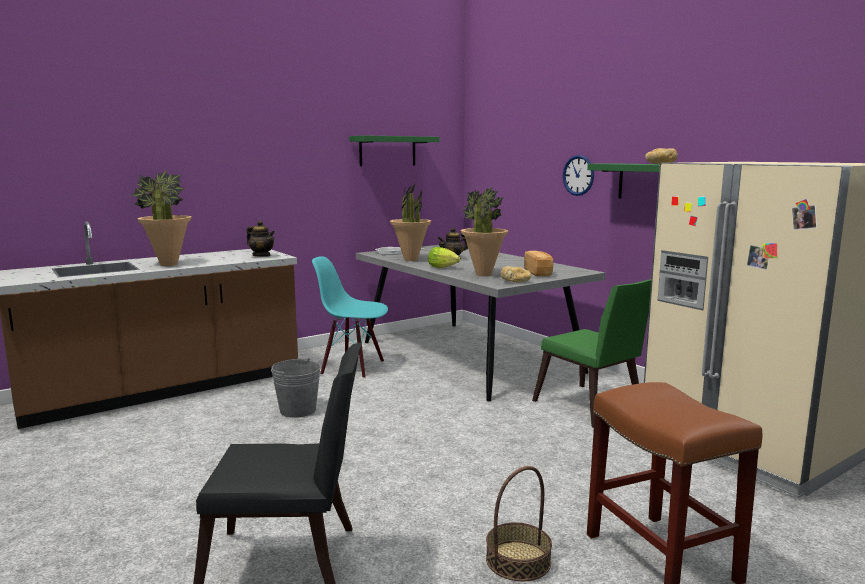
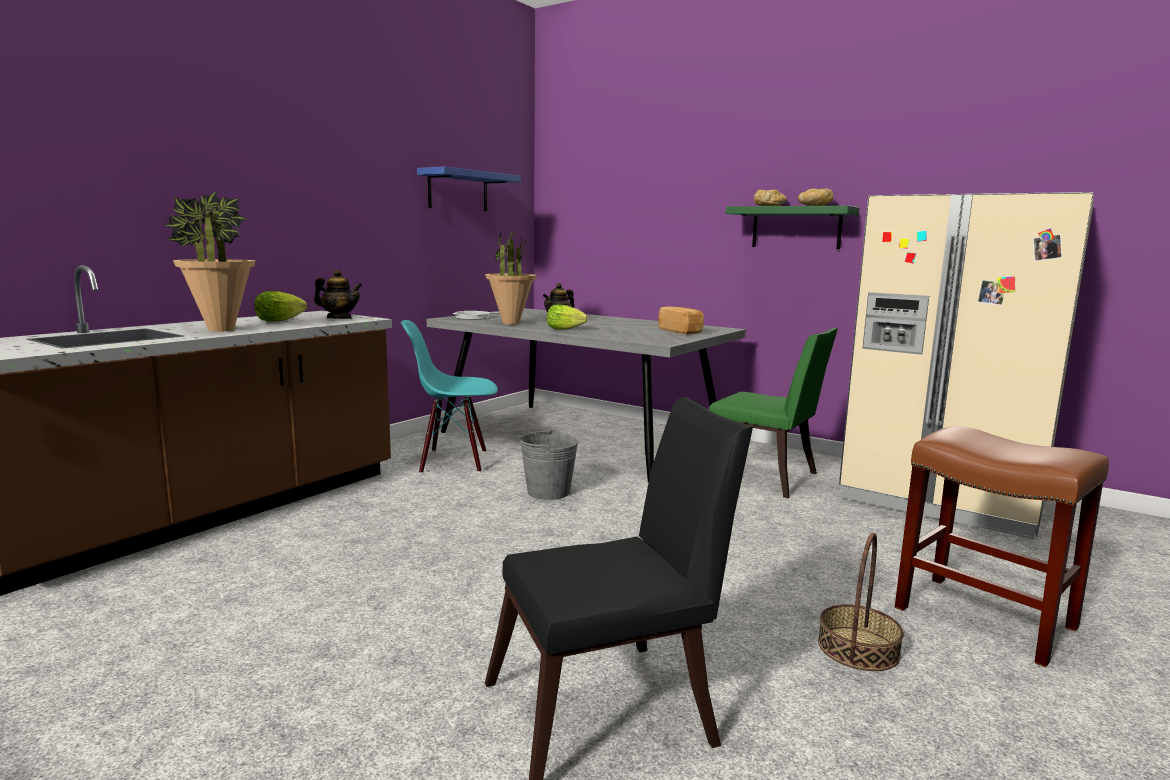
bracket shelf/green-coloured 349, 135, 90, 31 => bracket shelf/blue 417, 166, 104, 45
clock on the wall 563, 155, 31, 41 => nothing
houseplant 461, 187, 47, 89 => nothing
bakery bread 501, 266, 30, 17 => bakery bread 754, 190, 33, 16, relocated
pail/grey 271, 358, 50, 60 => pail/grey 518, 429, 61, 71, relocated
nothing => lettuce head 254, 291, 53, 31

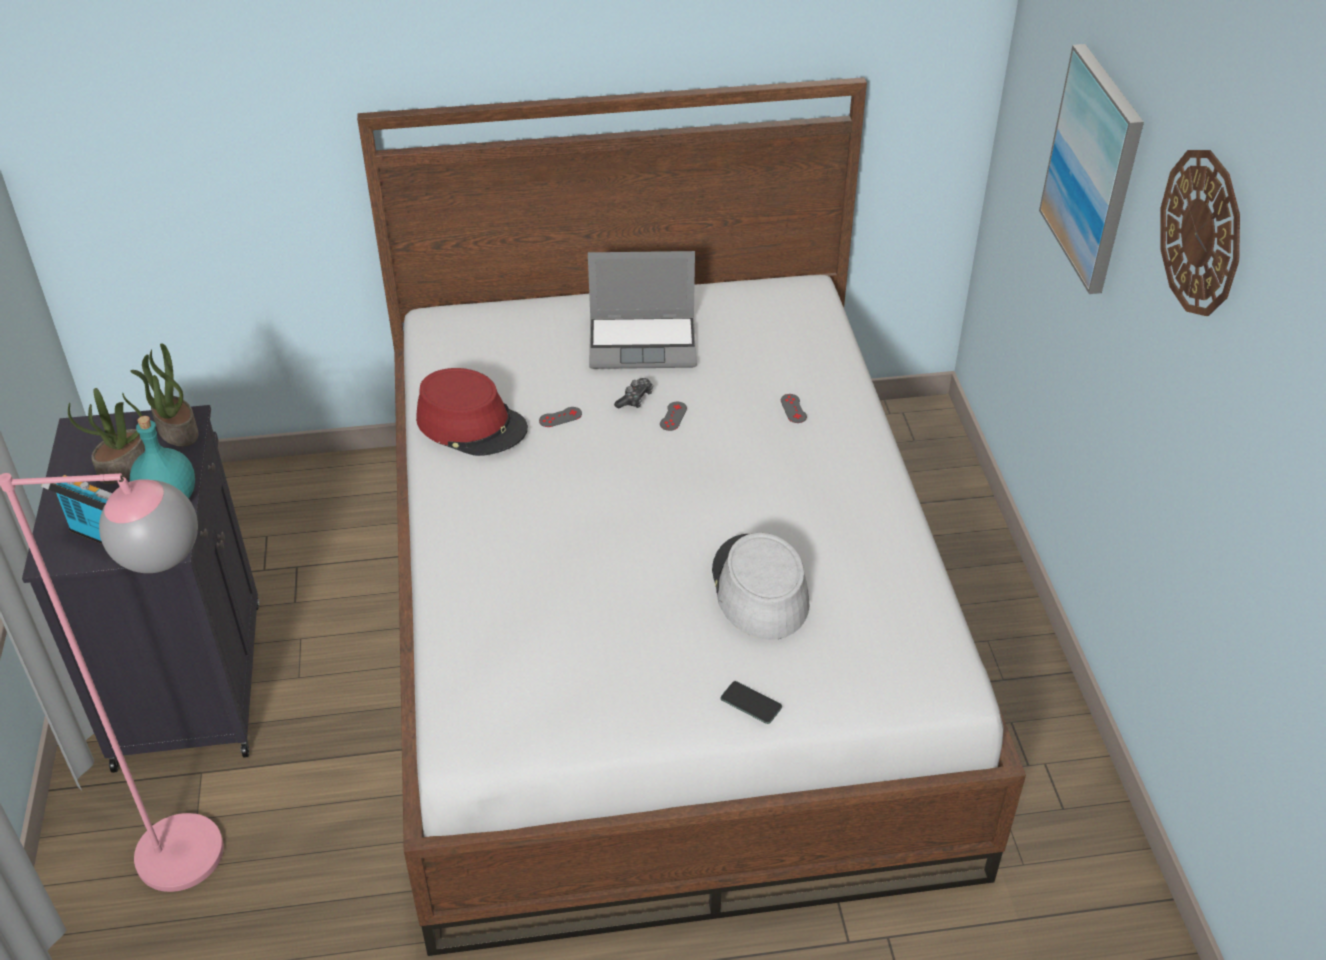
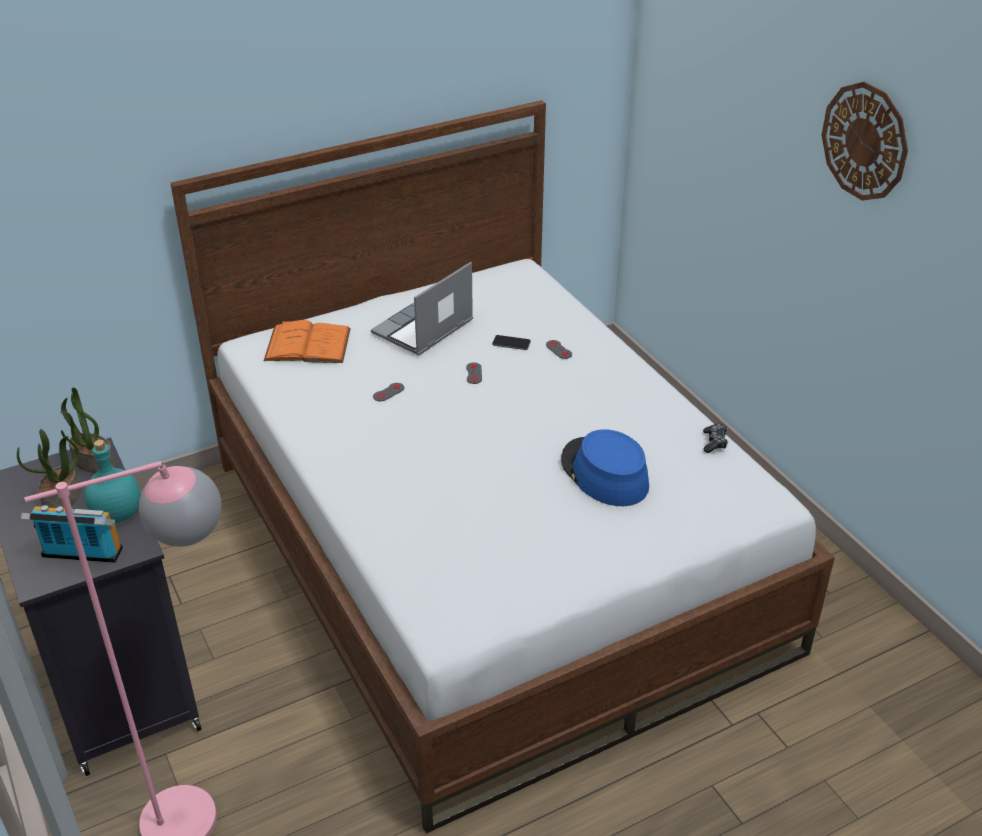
wall picture 1039, 44, 105, 250 => nothing
portable computer 588, 251, 109, 118 => portable computer 371, 262, 102, 93, 150 degrees clockwise
wearable hat/red 416, 368, 112, 88 => nothing
joypad 614, 378, 39, 31 => joypad 703, 423, 25, 30, relocated
wearable hat/grey 712, 533, 98, 107 => wearable hat/blue 561, 429, 88, 77
phone 721, 681, 61, 43 => phone 492, 335, 39, 15, relocated
nothing => book/orange 264, 320, 87, 43

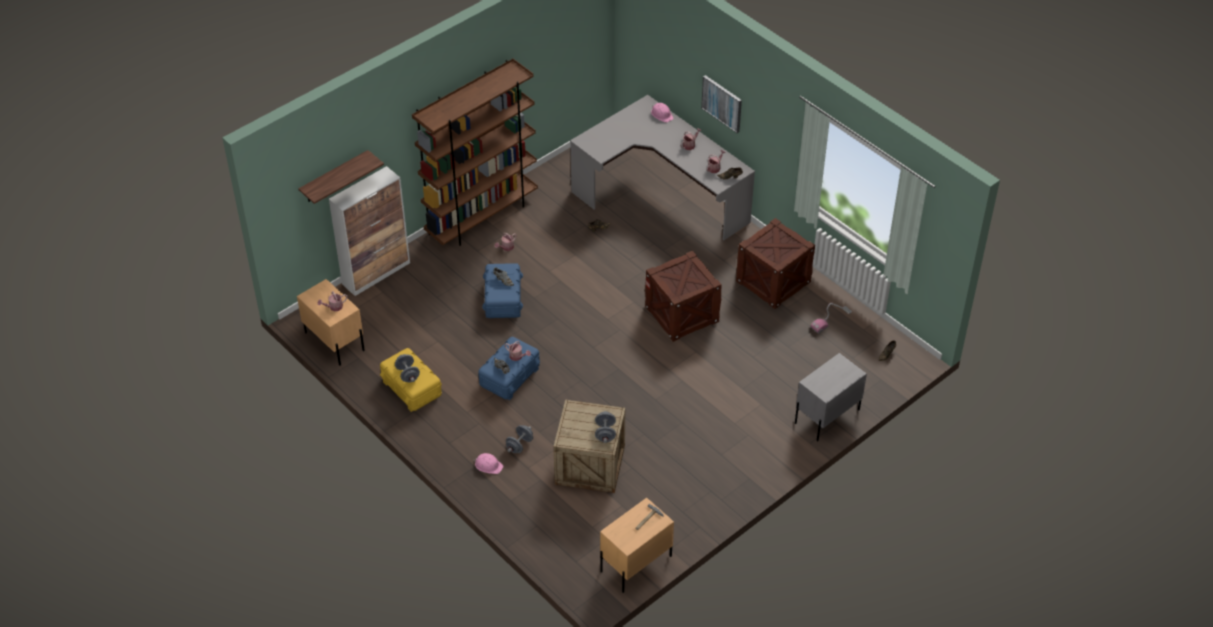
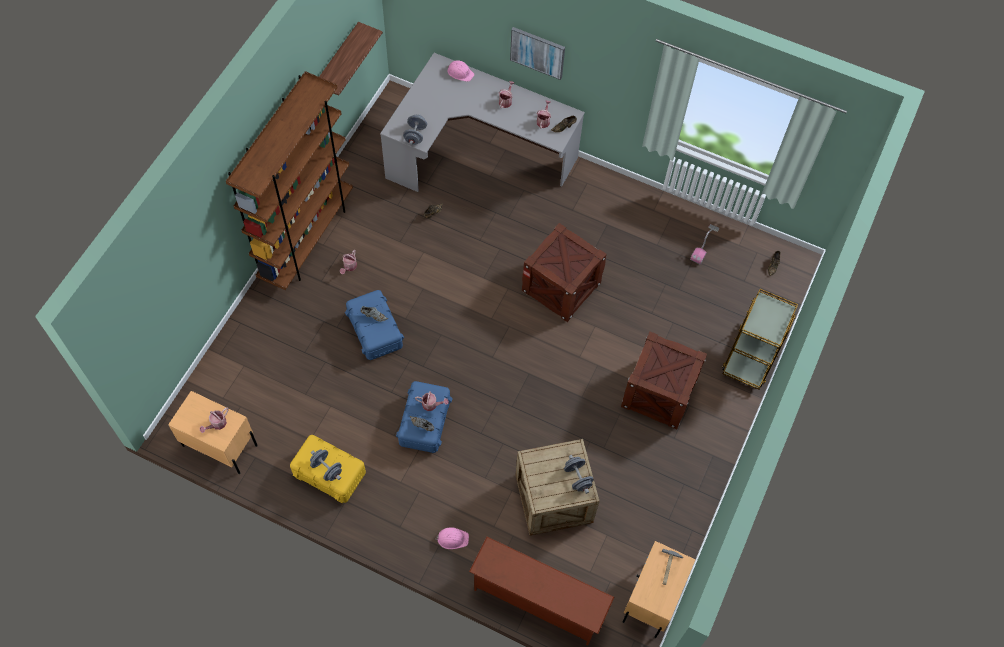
bracket shelf 298, 150, 86, 54 => bracket shelf 319, 22, 64, 73, relocated
storage cabinet 329, 166, 81, 130 => nothing
crate 736, 218, 79, 91 => crate 621, 332, 86, 98, relocated
nightstand/grey 795, 353, 72, 88 => trolley/brown-coloured 722, 289, 76, 101
dumbbell/grey 506, 425, 27, 28 => dumbbell/grey 403, 114, 24, 31, relocated
nothing => shoe stand/brown-coloured 469, 537, 145, 108

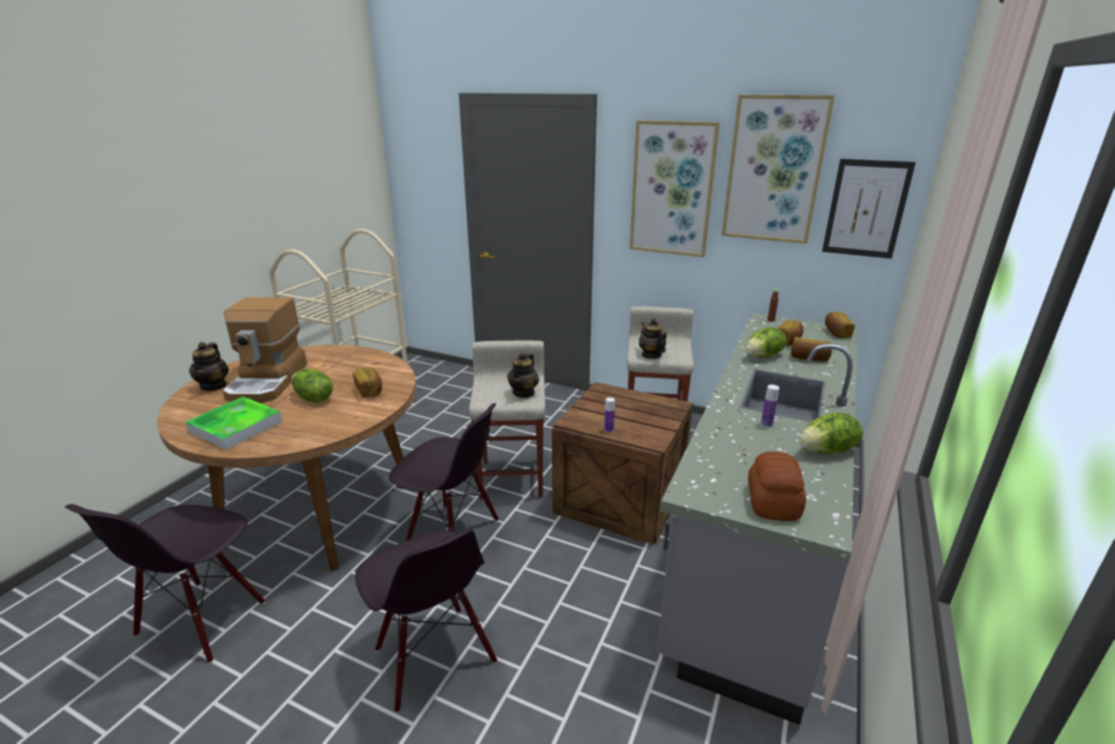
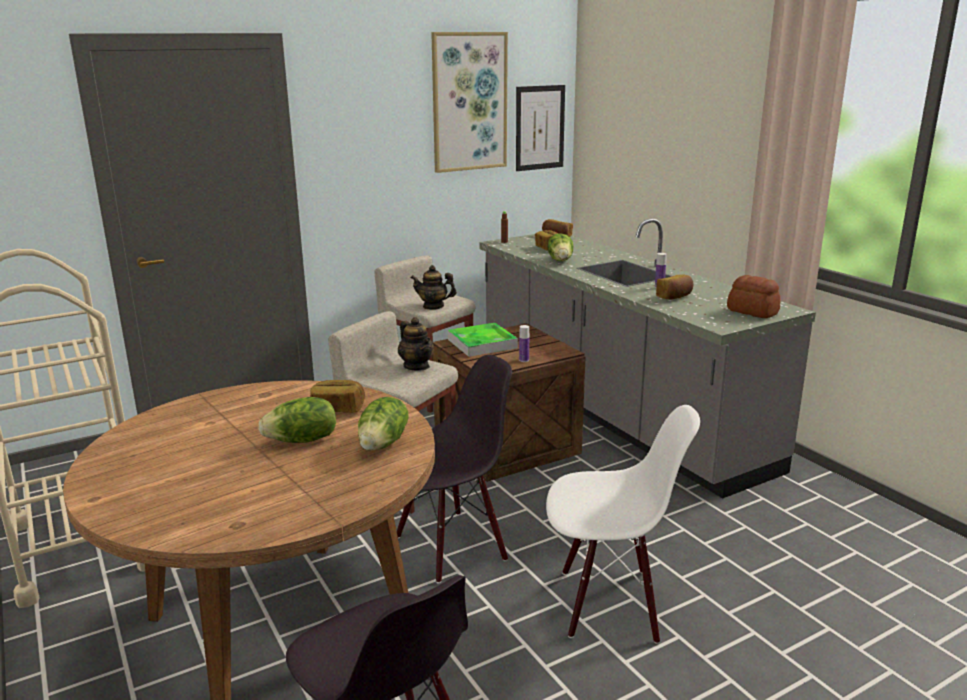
wall picture 630, 120, 90, 137 => nothing
coffee maker 223, 297, 84, 106 => nothing
bakery bread 791, 337, 41, 25 => bakery bread 656, 275, 37, 24, relocated
teapot 189, 342, 40, 49 => nothing
serving tray 186, 397, 97, 53 => serving tray 448, 323, 70, 34, relocated
lettuce head 799, 413, 64, 41 => lettuce head 358, 397, 51, 54, relocated
plain chair/black-coloured 355, 529, 142, 184 => plain chair/white-coloured 546, 405, 154, 239

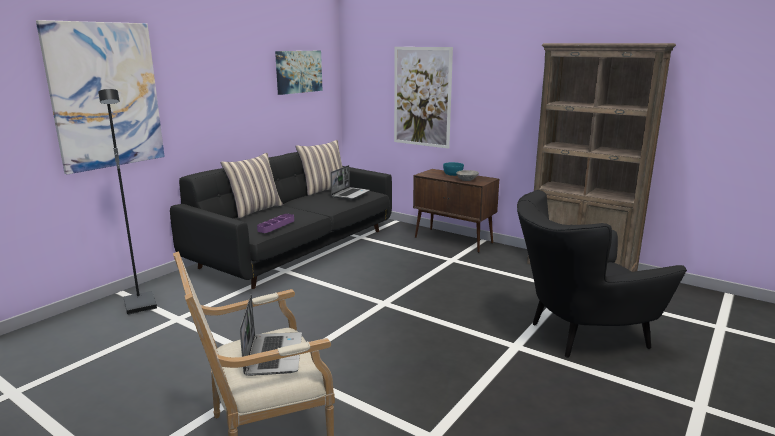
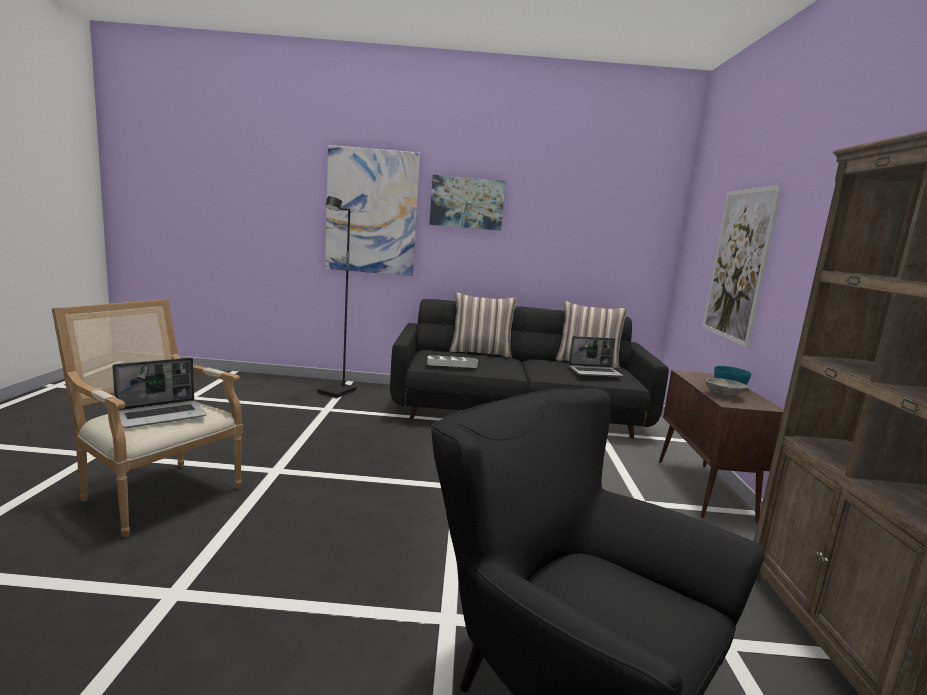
wall picture 275, 51, 48, 44 => wall picture 429, 175, 77, 56, relocated
serving tray/purple-coloured 257, 214, 37, 19 => serving tray/grey 427, 355, 51, 13

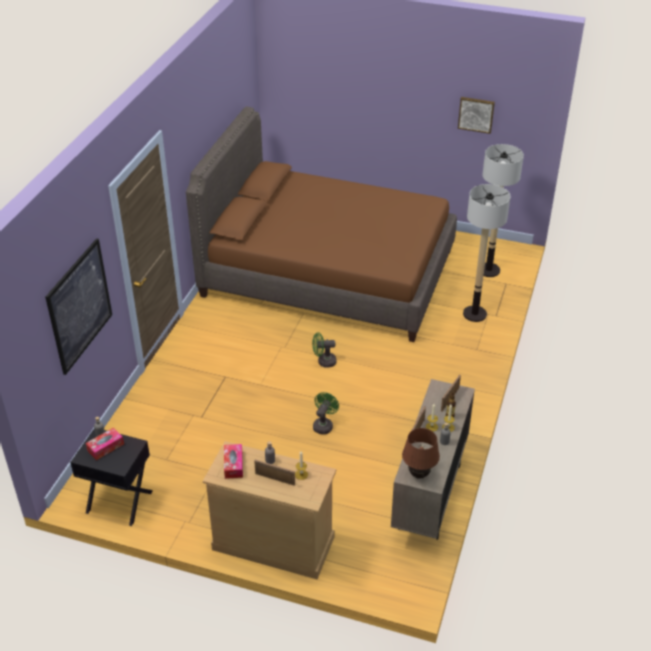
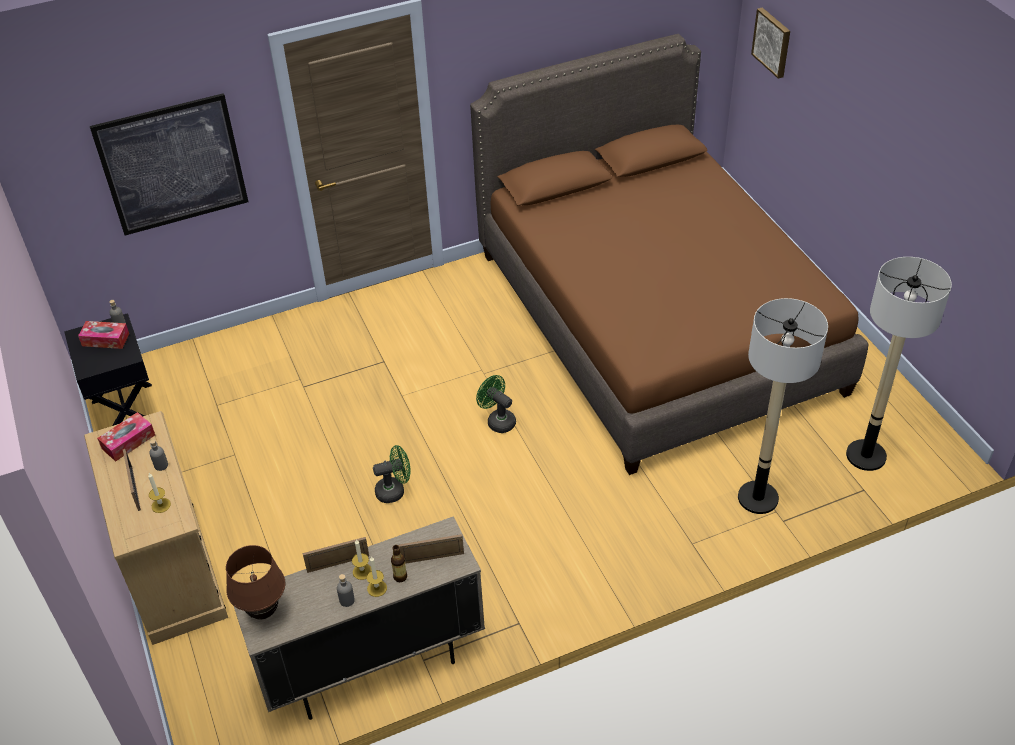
wall picture 458, 97, 37, 37 => wall picture 751, 8, 39, 71, relocated

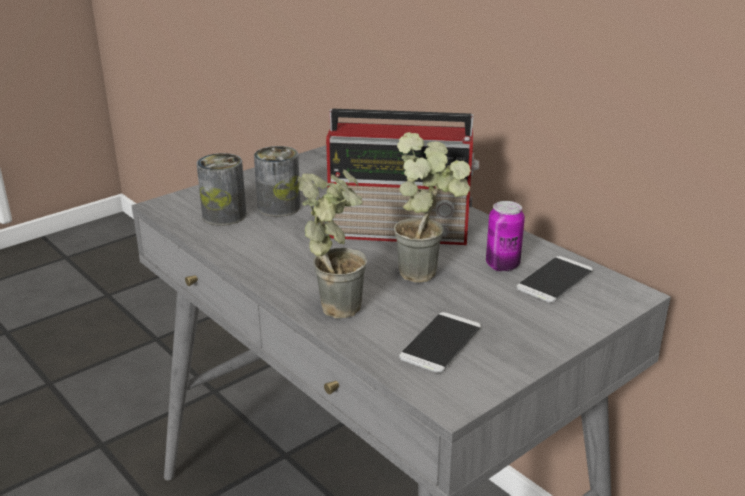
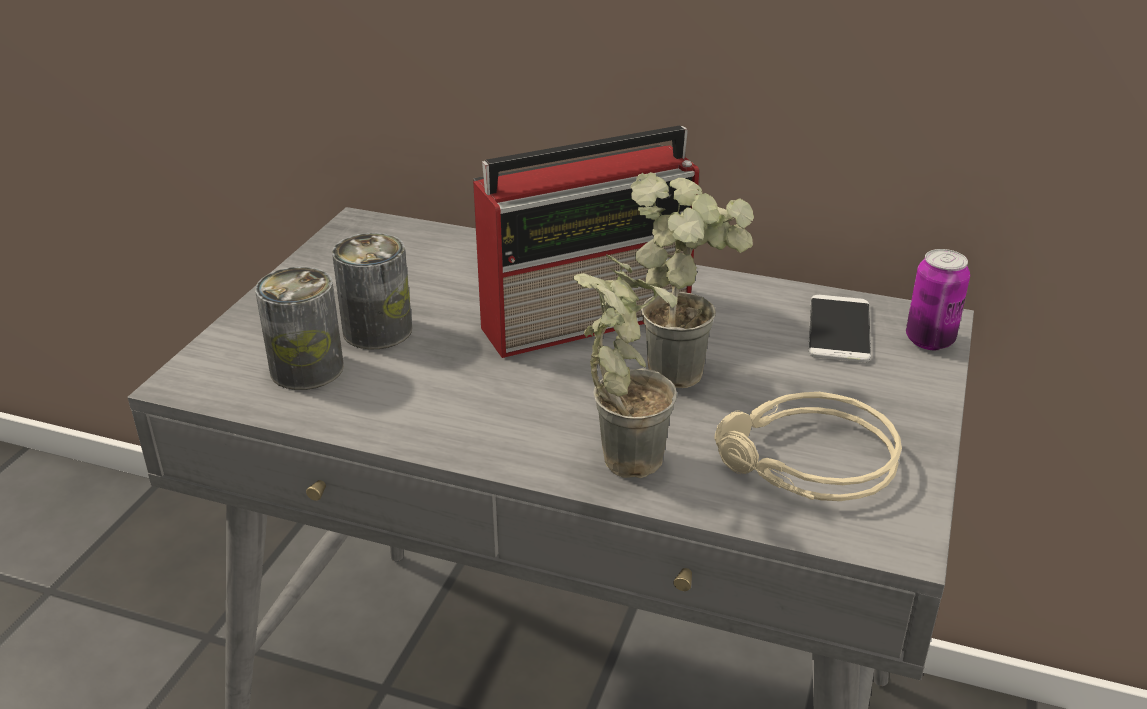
sealed can 486, 201, 39, 71 => sealed can 906, 249, 64, 101, relocated
phone 399, 312, 82, 61 => headphones/beige-coloured 715, 392, 187, 109

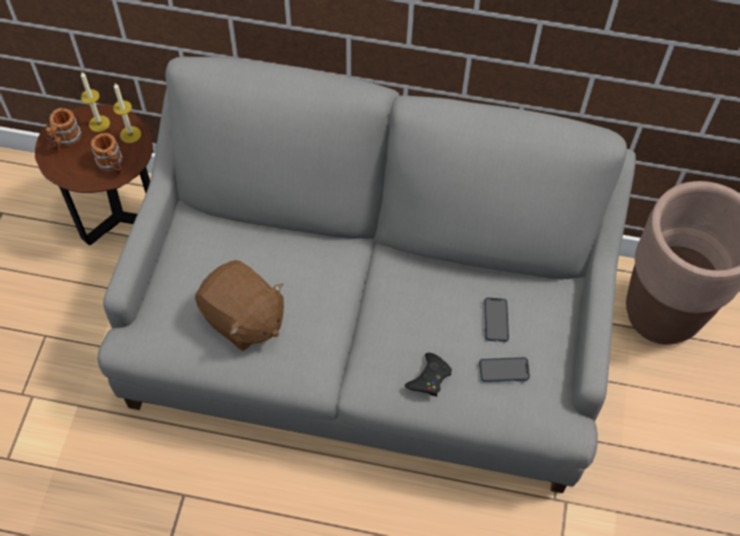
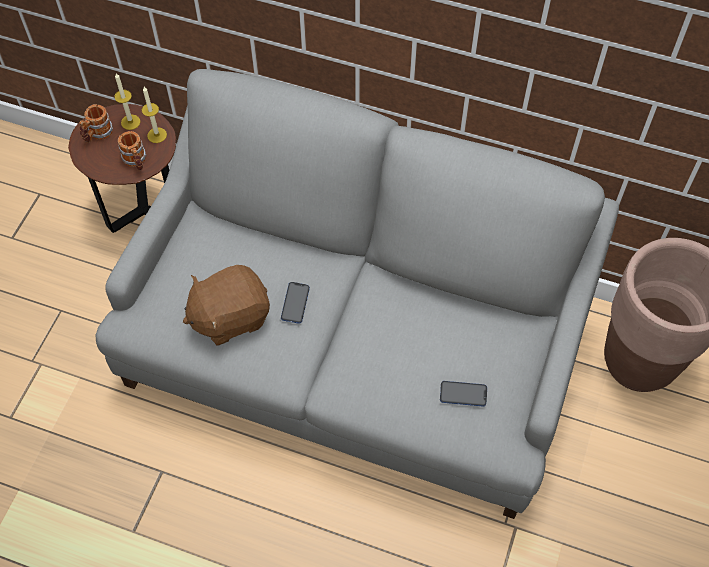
plush toy/brown-coloured 195, 260, 89, 91 => plush toy/brown-coloured 183, 265, 87, 81, 105 degrees clockwise
phone 484, 298, 25, 44 => phone 281, 282, 29, 42, relocated
joypad/black-coloured 405, 353, 47, 44 => nothing

